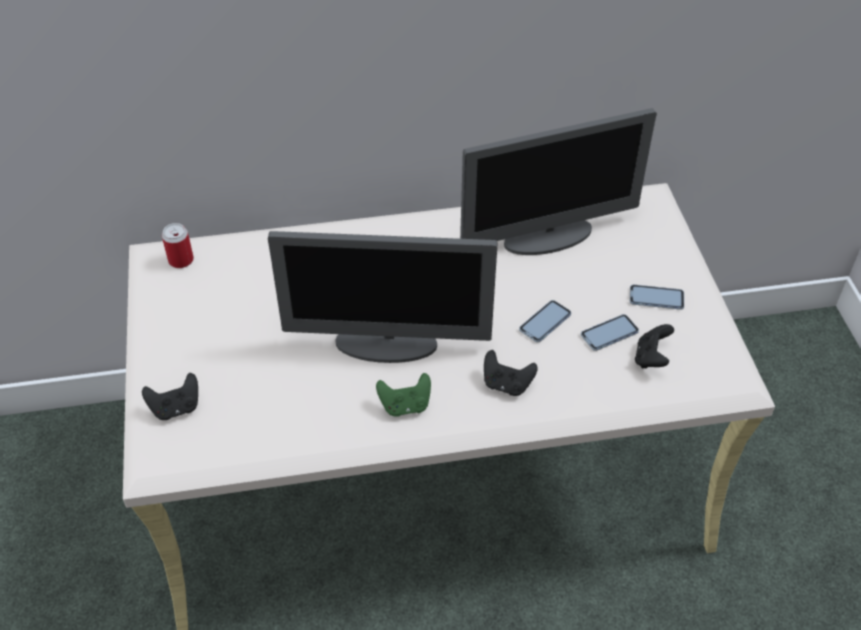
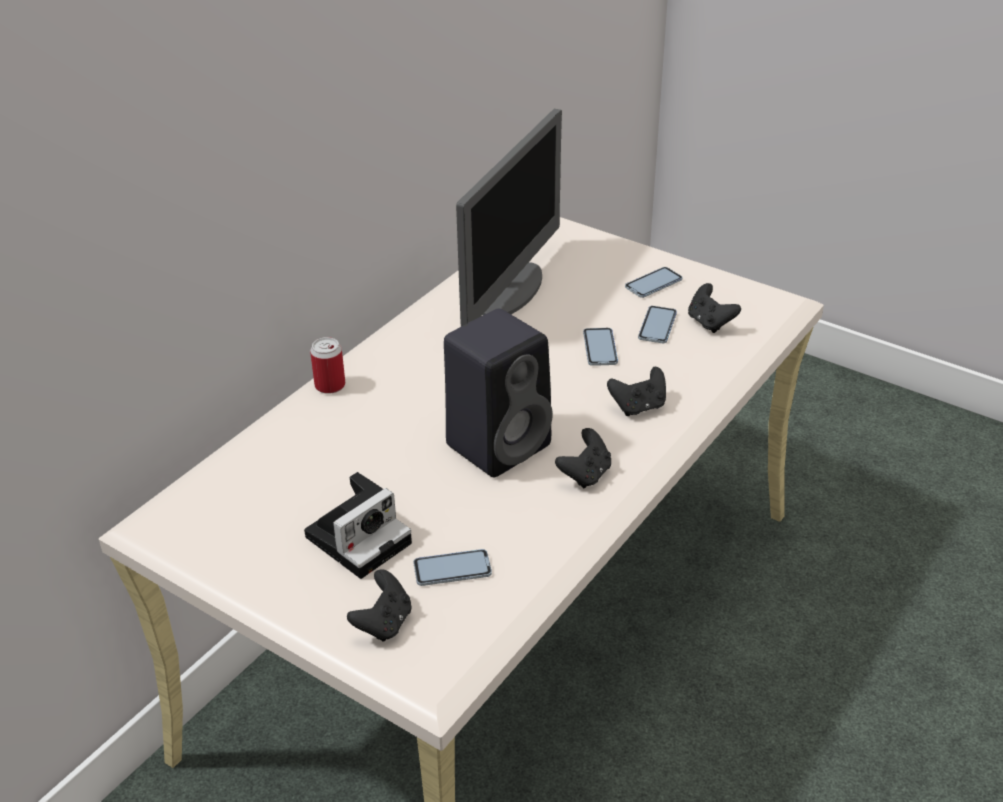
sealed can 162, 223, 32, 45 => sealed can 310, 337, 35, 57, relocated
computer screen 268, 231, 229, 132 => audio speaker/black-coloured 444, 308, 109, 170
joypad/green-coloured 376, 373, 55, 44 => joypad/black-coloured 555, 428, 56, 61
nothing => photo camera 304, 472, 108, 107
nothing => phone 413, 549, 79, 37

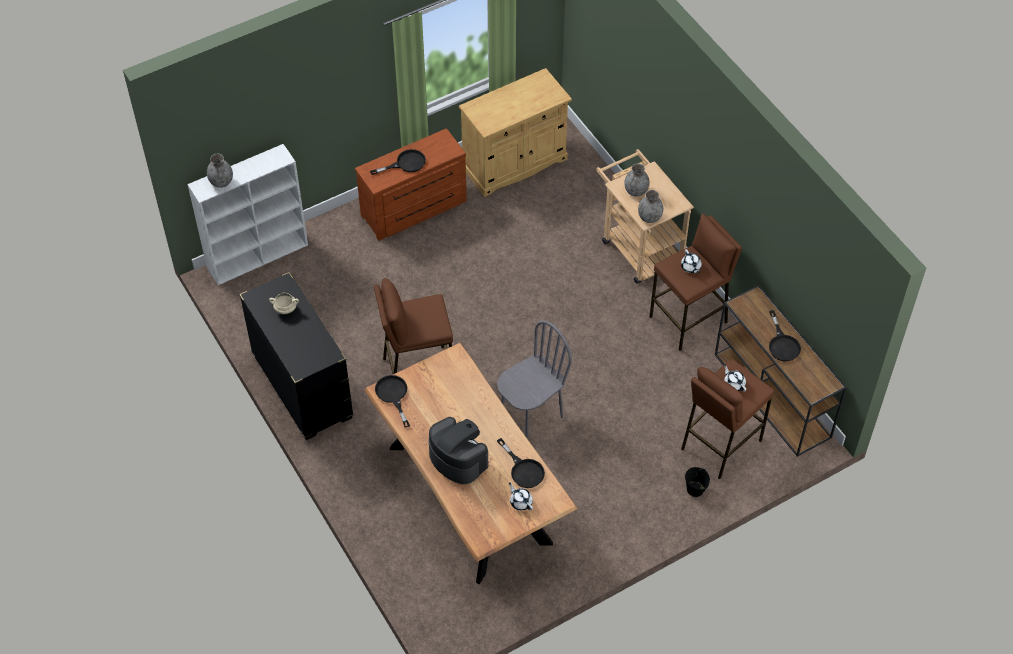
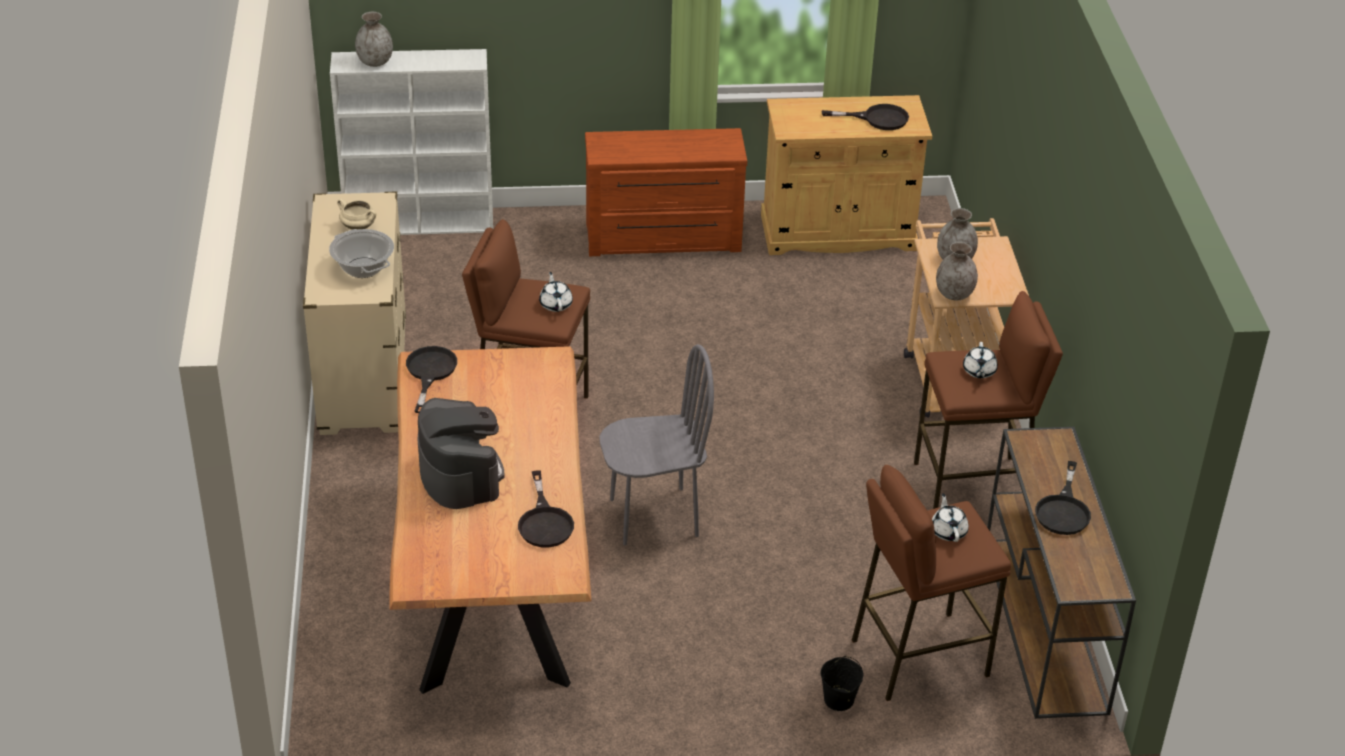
skillet/black-coloured 370, 149, 56, 26 => skillet/black-coloured 822, 104, 87, 26, relocated
dresser/black-coloured 239, 272, 115, 168 => dresser/beige-coloured 303, 191, 103, 244
teapot/white-coloured 509, 482, 24, 29 => teapot/white-coloured 539, 272, 34, 40, relocated
nothing => saucepot 329, 229, 65, 49

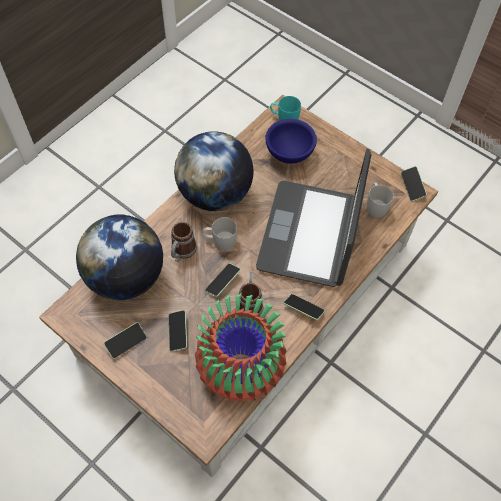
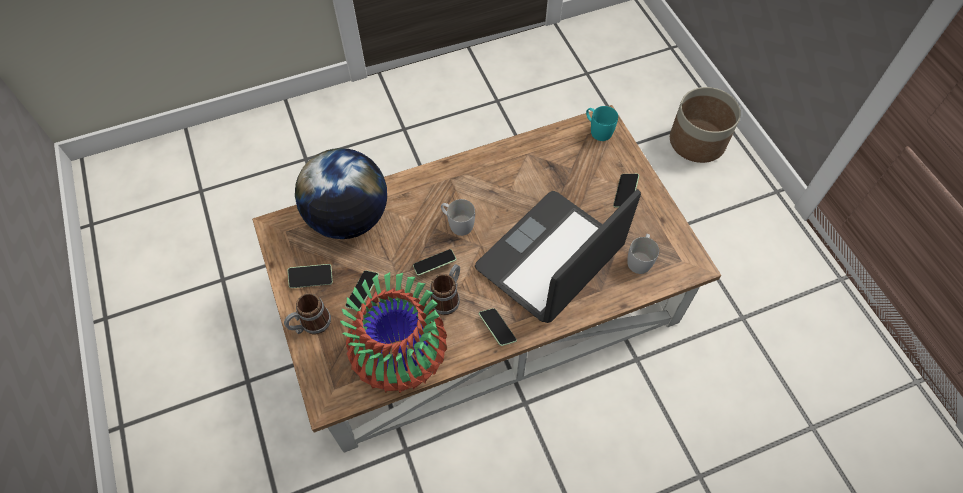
bowl/blue 265, 119, 52, 45 => nothing
desk globe 174, 131, 80, 80 => nothing
phone 401, 166, 26, 35 => phone 613, 174, 26, 34, relocated
mug 171, 222, 26, 40 => mug 284, 293, 47, 42, relocated
nothing => planter 670, 87, 71, 76

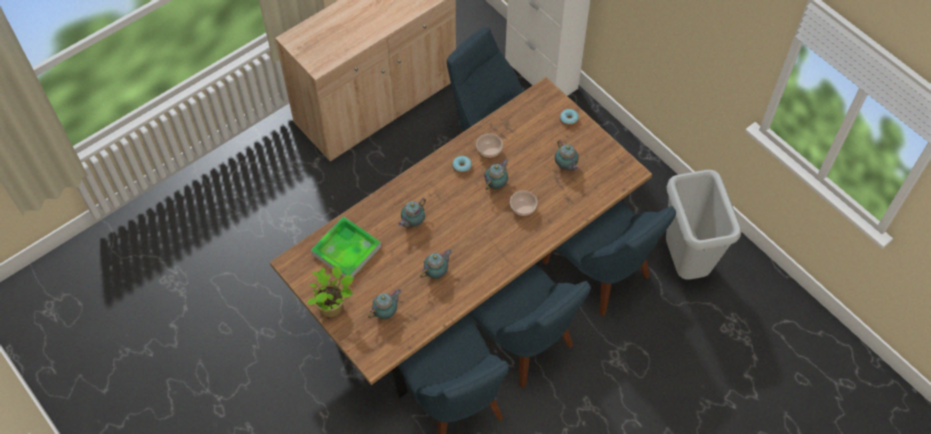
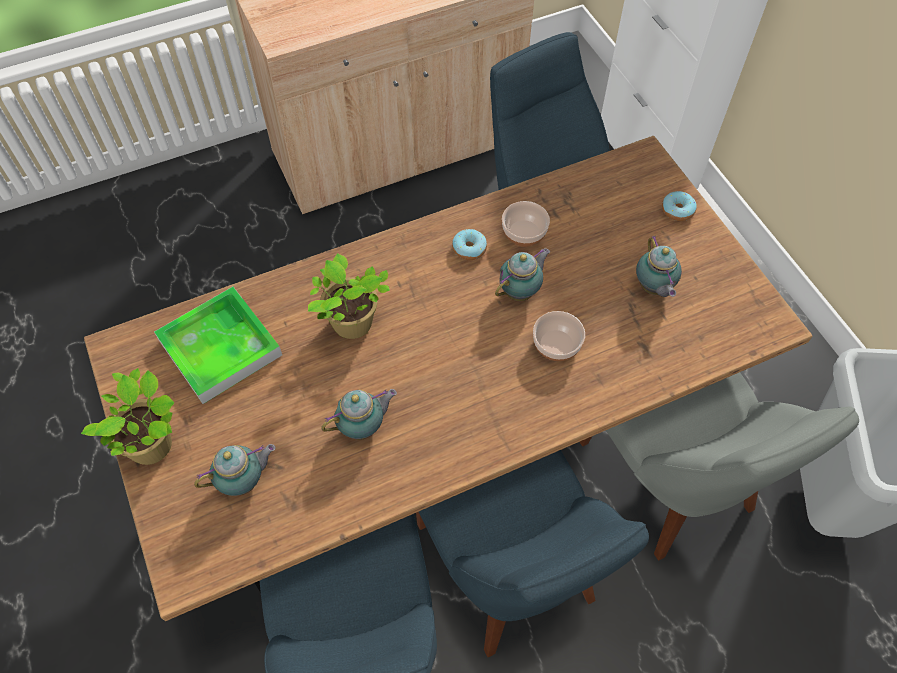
teapot 398, 197, 28, 30 => houseplant 308, 253, 82, 86
plain chair/blue 543, 200, 133, 117 => plain chair/grey 580, 372, 279, 189

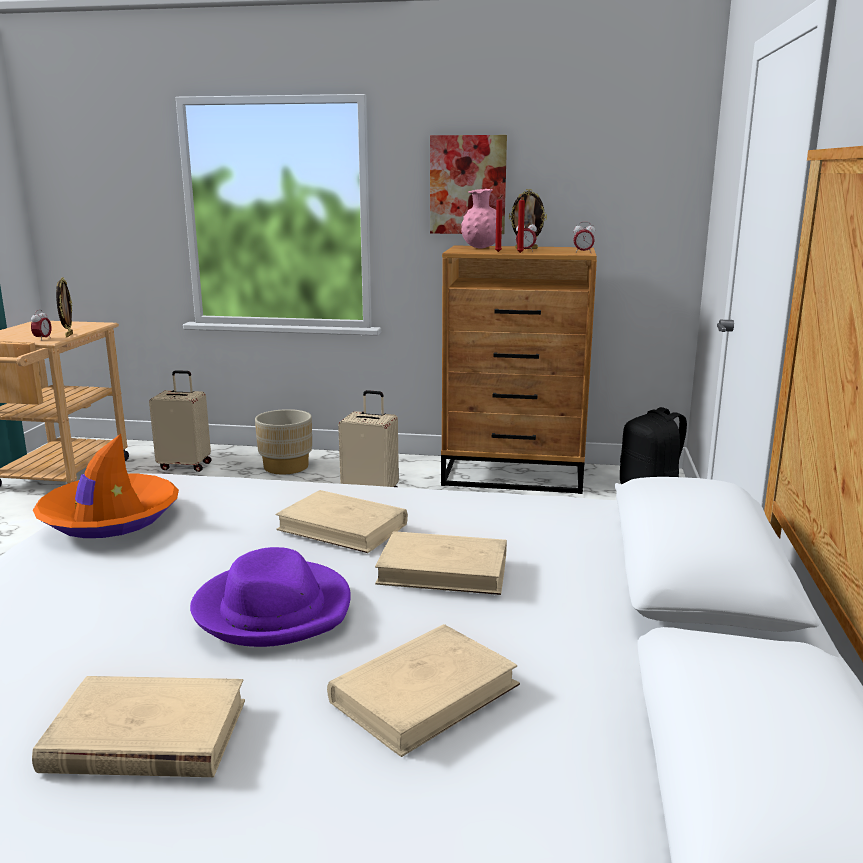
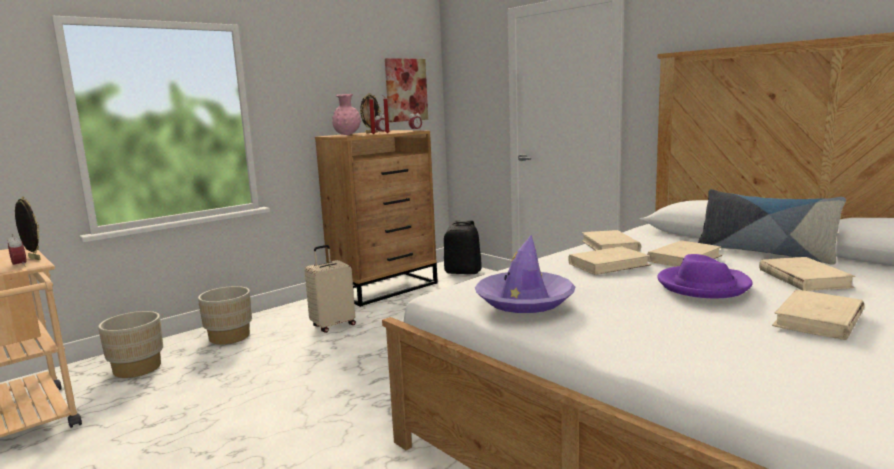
wall picture 430, 135, 77, 99 => wall picture 385, 58, 43, 64, relocated
travel case/beige-coloured 149, 370, 63, 102 => planter/beige-coloured 98, 311, 65, 67
wearable hat/orange 33, 434, 146, 104 => wearable hat/purple-coloured 475, 235, 100, 78
nothing => pillow 698, 189, 148, 76
nothing => book/beige-coloured 582, 230, 59, 22

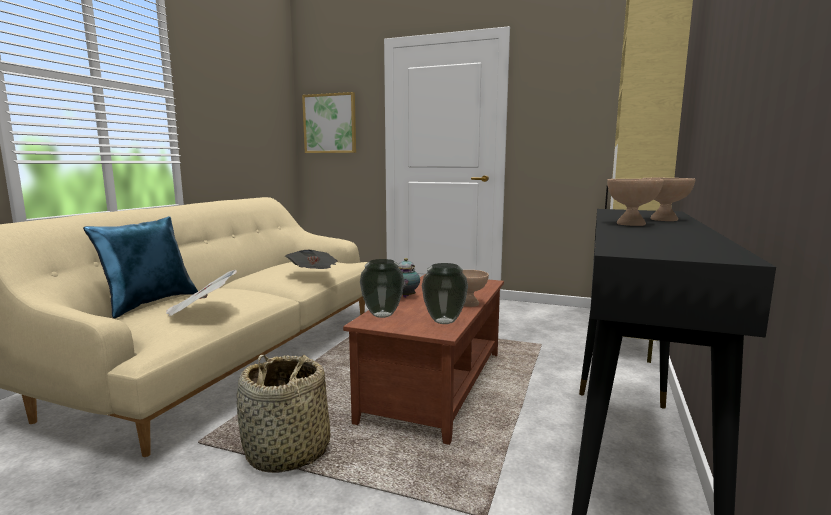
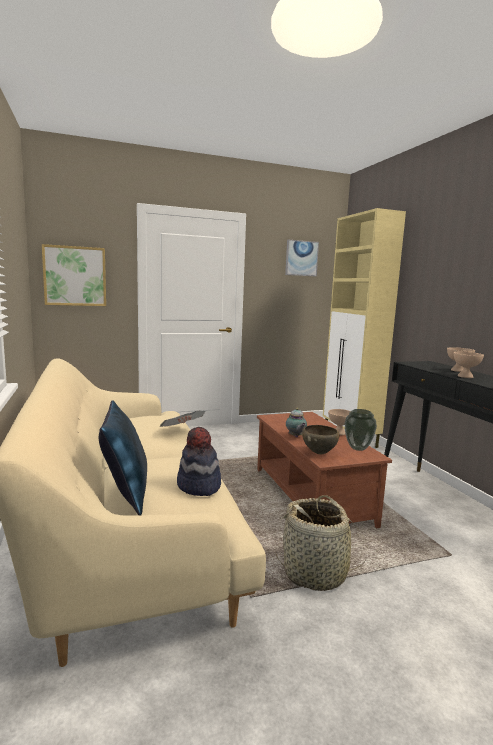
decorative vase 360, 259, 44, 59 => bowl/brown-coloured 302, 425, 38, 29
daily paper 166, 270, 71, 46 => wearable hat 177, 427, 44, 69
nothing => wall picture 285, 240, 34, 36

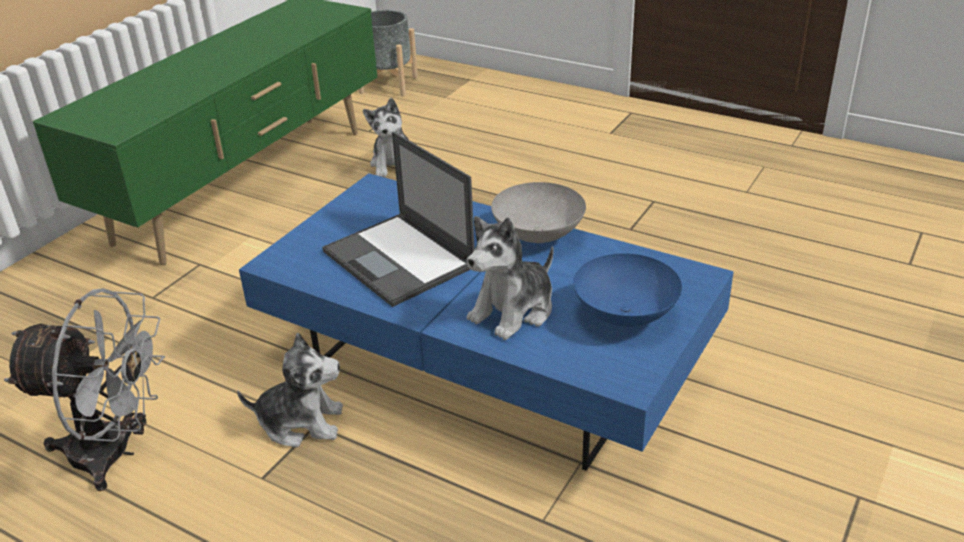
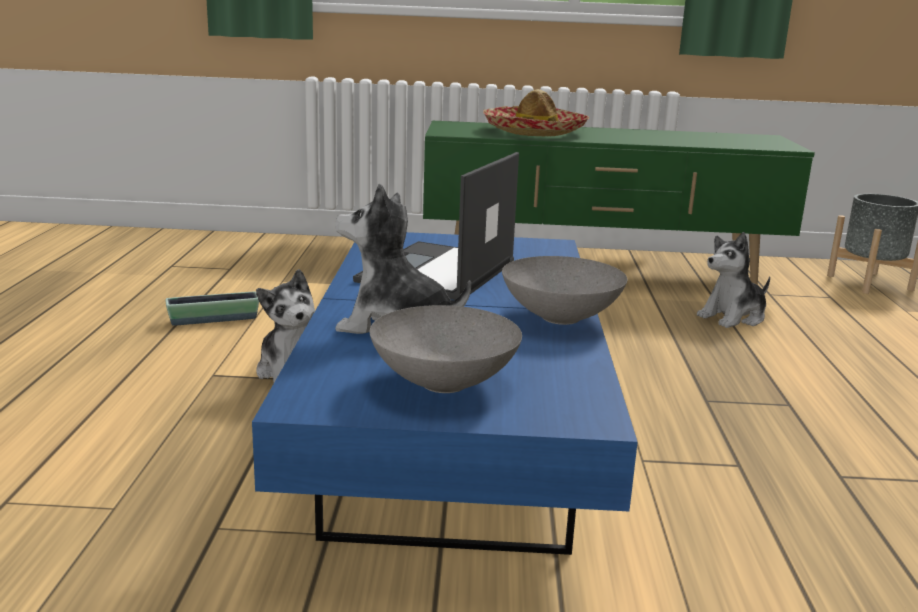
bowl/blue 573, 253, 109, 74 => bowl/grey 370, 305, 152, 88
cooling fan/grey 4, 288, 161, 203 => planter 165, 292, 94, 34
nothing => wearable hat 483, 89, 106, 47

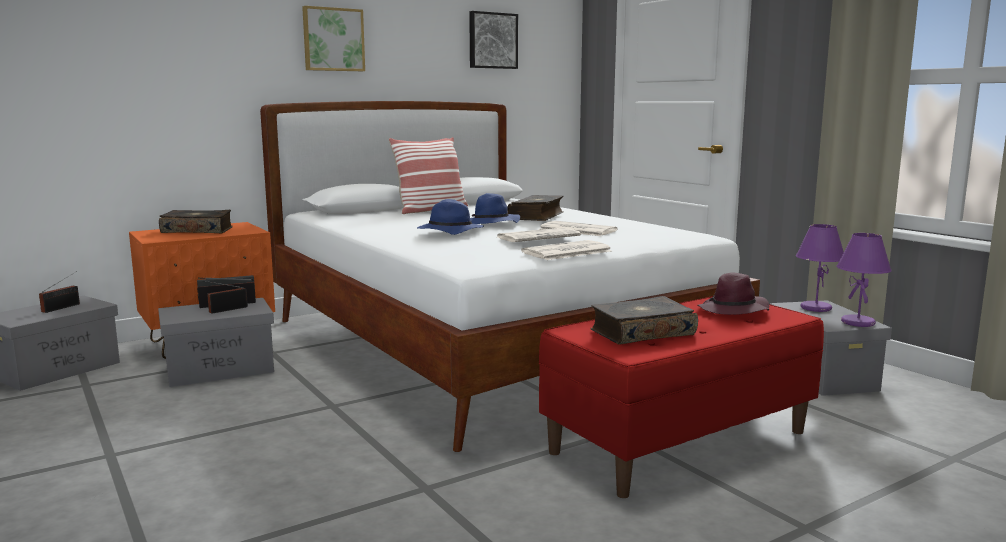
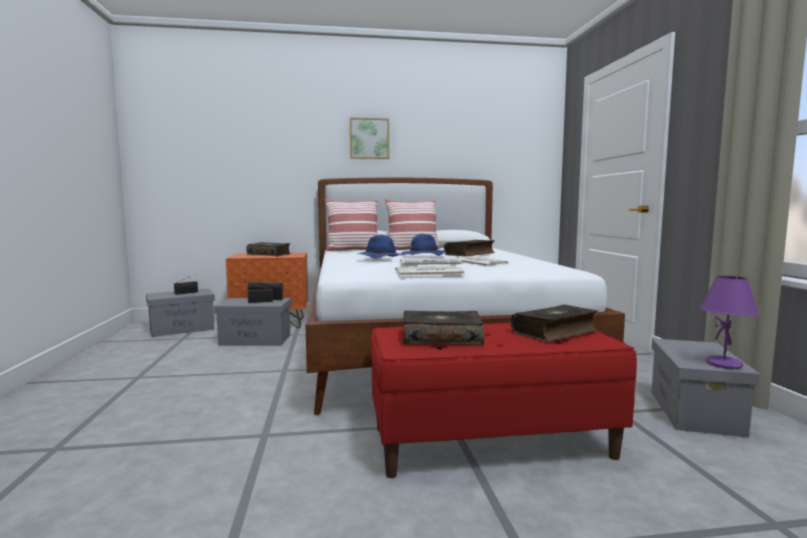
wall picture 469, 11, 49, 58 => nothing
tabletop lamp/purple-coloured 796, 224, 48, 88 => nothing
wearable hat/purple-coloured 697, 272, 72, 43 => book 511, 305, 87, 37
nothing => pillow 325, 199, 53, 52

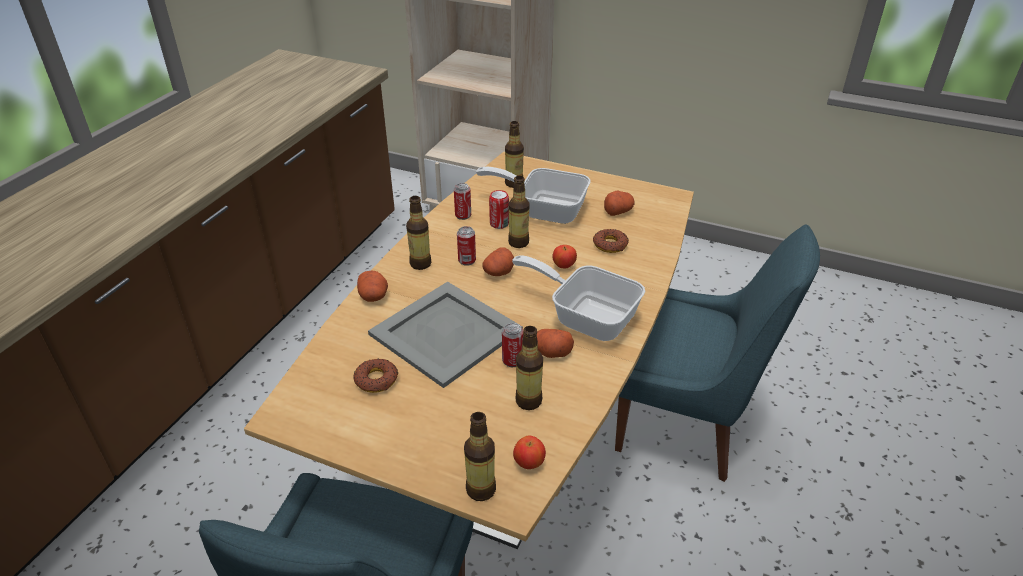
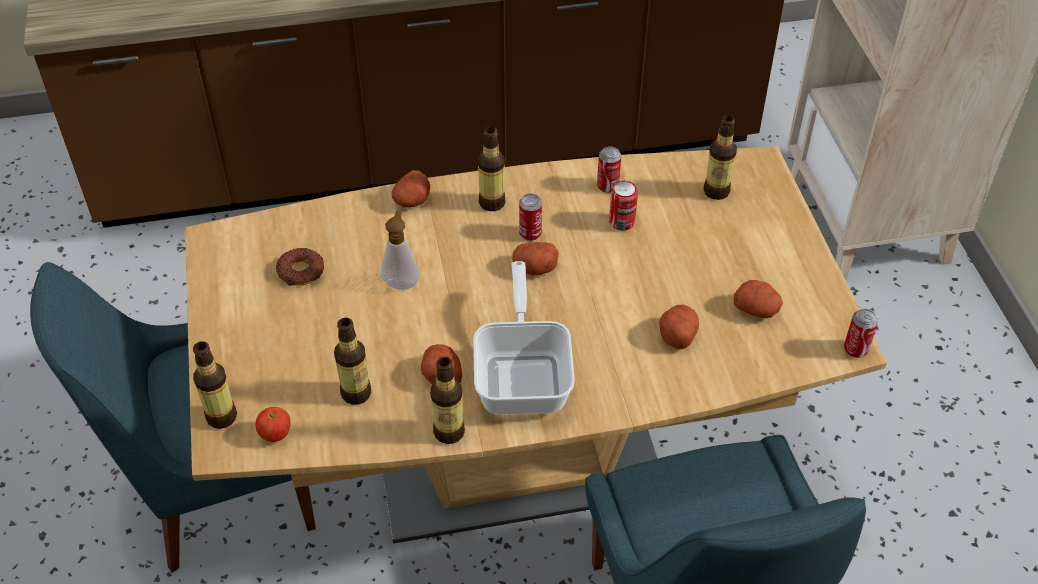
skillet 476, 167, 115, 57 => nothing
drink bottle 508, 176, 22, 72 => drink bottle 430, 357, 35, 87, relocated
doughnut 593, 229, 36, 24 => potato 659, 305, 40, 44
apple 553, 245, 24, 24 => nothing
serving tray/grey 368, 282, 155, 106 => soap bottle 381, 210, 39, 79
sealed can 502, 323, 22, 44 => sealed can 844, 309, 34, 49, relocated

